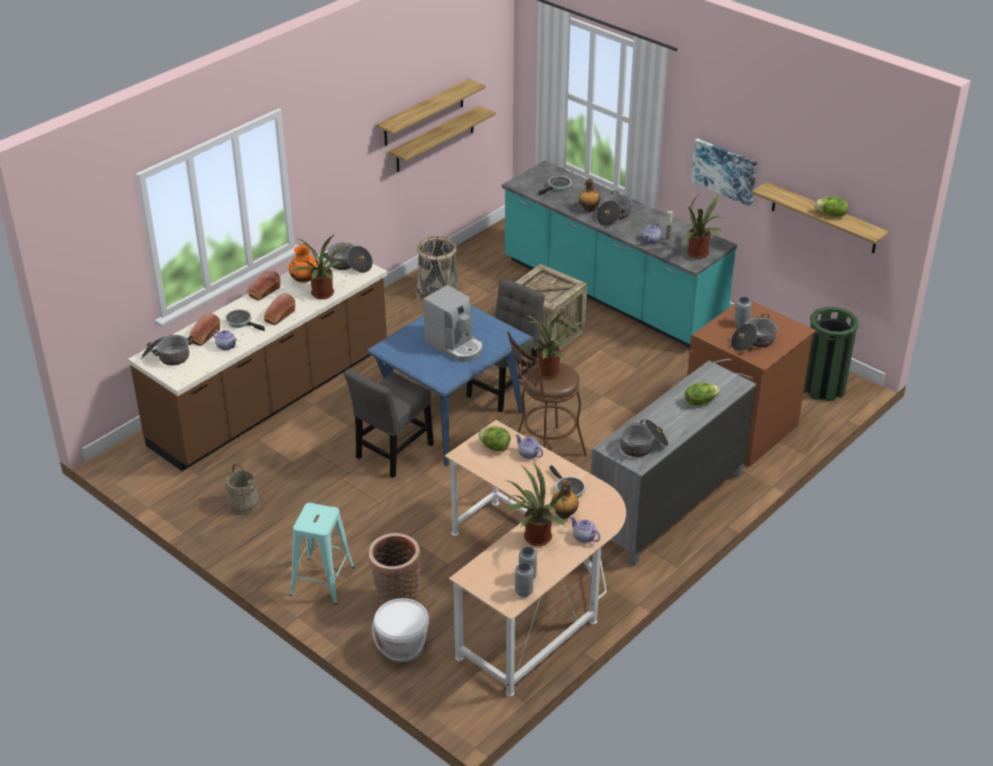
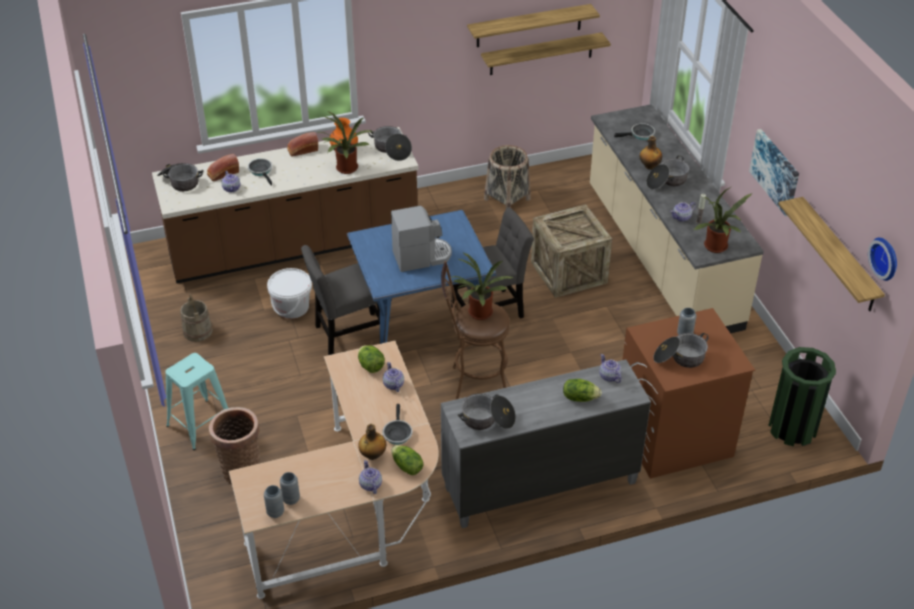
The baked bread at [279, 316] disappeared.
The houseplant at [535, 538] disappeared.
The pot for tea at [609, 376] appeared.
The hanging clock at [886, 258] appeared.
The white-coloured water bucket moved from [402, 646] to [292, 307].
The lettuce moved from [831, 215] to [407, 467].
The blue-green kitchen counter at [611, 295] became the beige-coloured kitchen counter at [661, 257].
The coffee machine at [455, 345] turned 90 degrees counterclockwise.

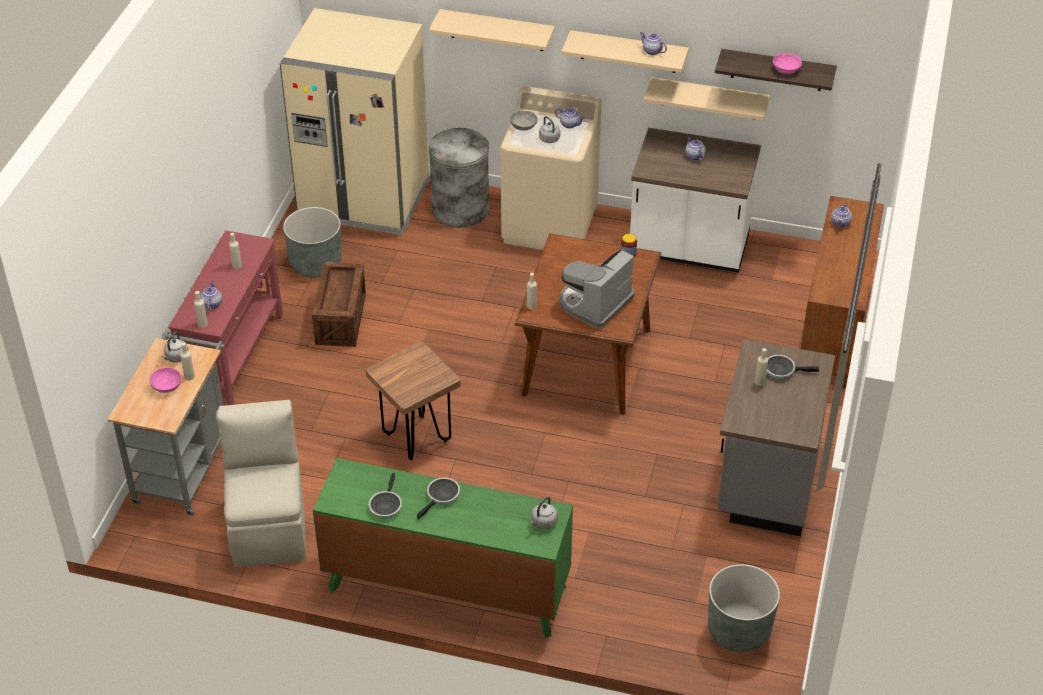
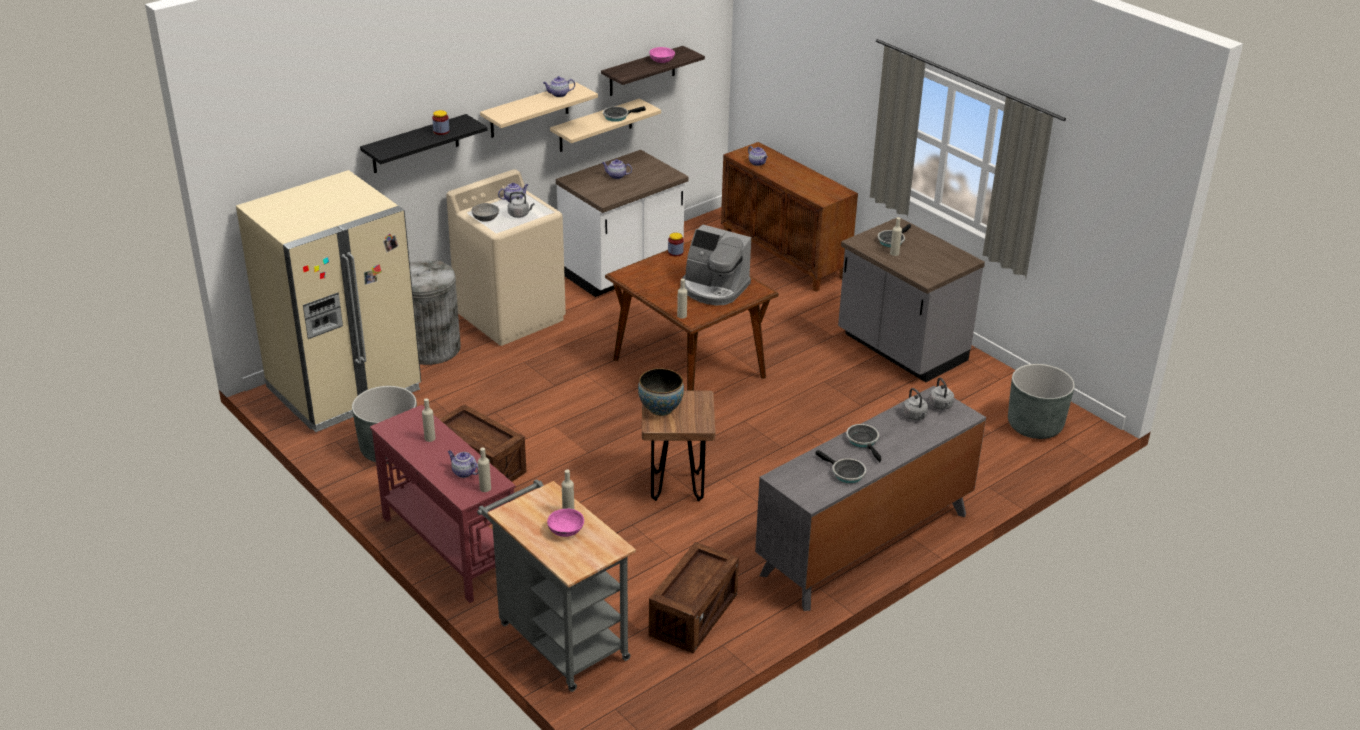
The jar at [441, 131] appeared.
The frying pan at [618, 116] appeared.
The deep dish at [660, 409] appeared.
The gray water kettle moved from [176, 357] to [915, 416].
The beige-coloured plain chair at [269, 526] was replaced by the crate at [693, 615].
The green-coloured chest of drawers at [446, 588] became the gray chest of drawers at [865, 544].
The beige-coloured wall shelf at [497, 30] became the black wall shelf at [415, 144].
The coffee machine at [594, 303] turned 45 degrees counterclockwise.

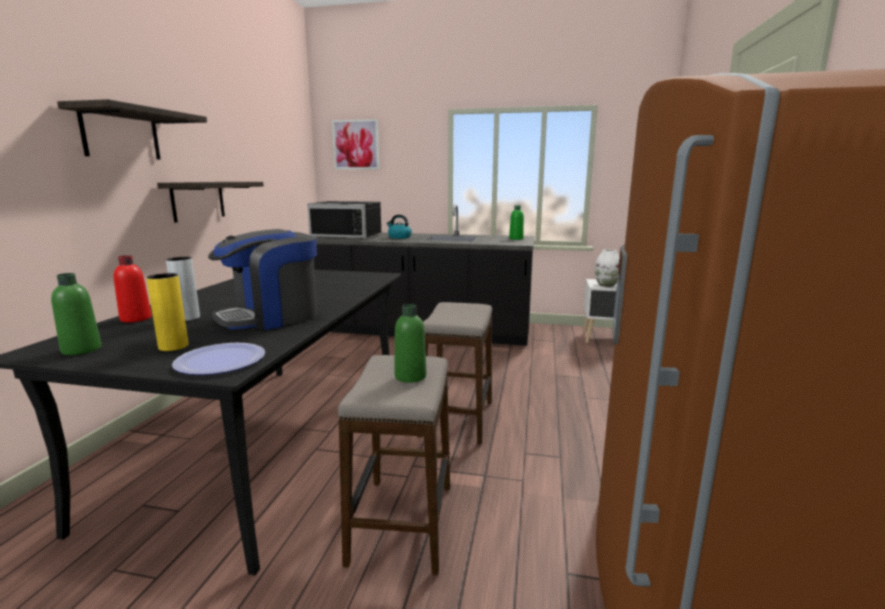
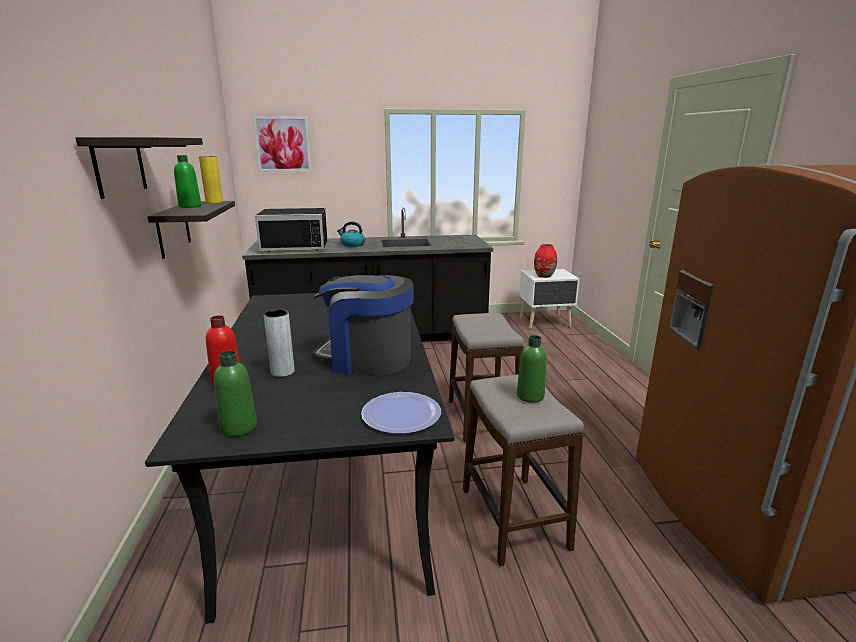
The yellowish decorative vase moved from [173, 346] to [214, 202].
The green-coloured bottle moved from [516, 238] to [190, 206].
The white-coloured decorative vase at [606, 285] became the reddish decorative vase at [544, 276].
The coffee machine at [271, 317] turned 75 degrees clockwise.

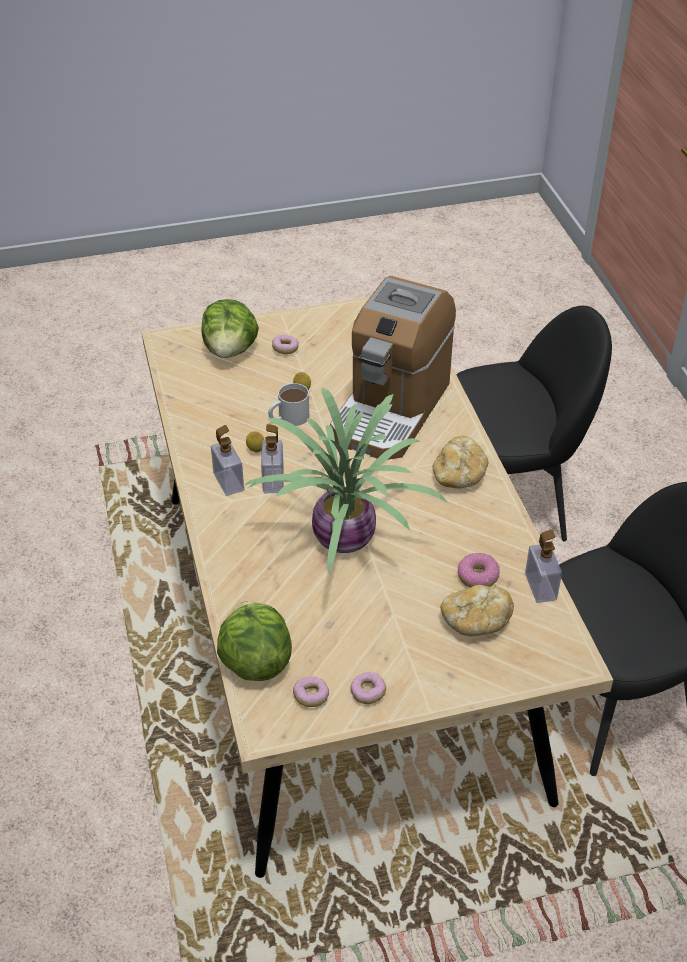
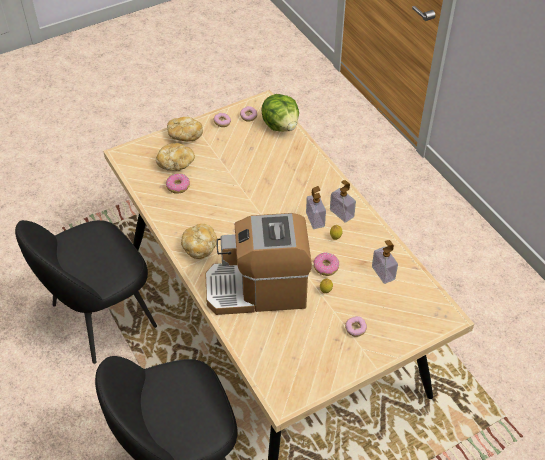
The lettuce at [230, 350] disappeared.
The houseplant at [342, 541] disappeared.
The baked bread at [184, 135] appeared.
The soap bottle moved from [540, 587] to [383, 273].
The white-coloured mug at [288, 418] was replaced by the ring doughnut at [326, 267].
The coffee machine at [390, 409] turned 105 degrees counterclockwise.

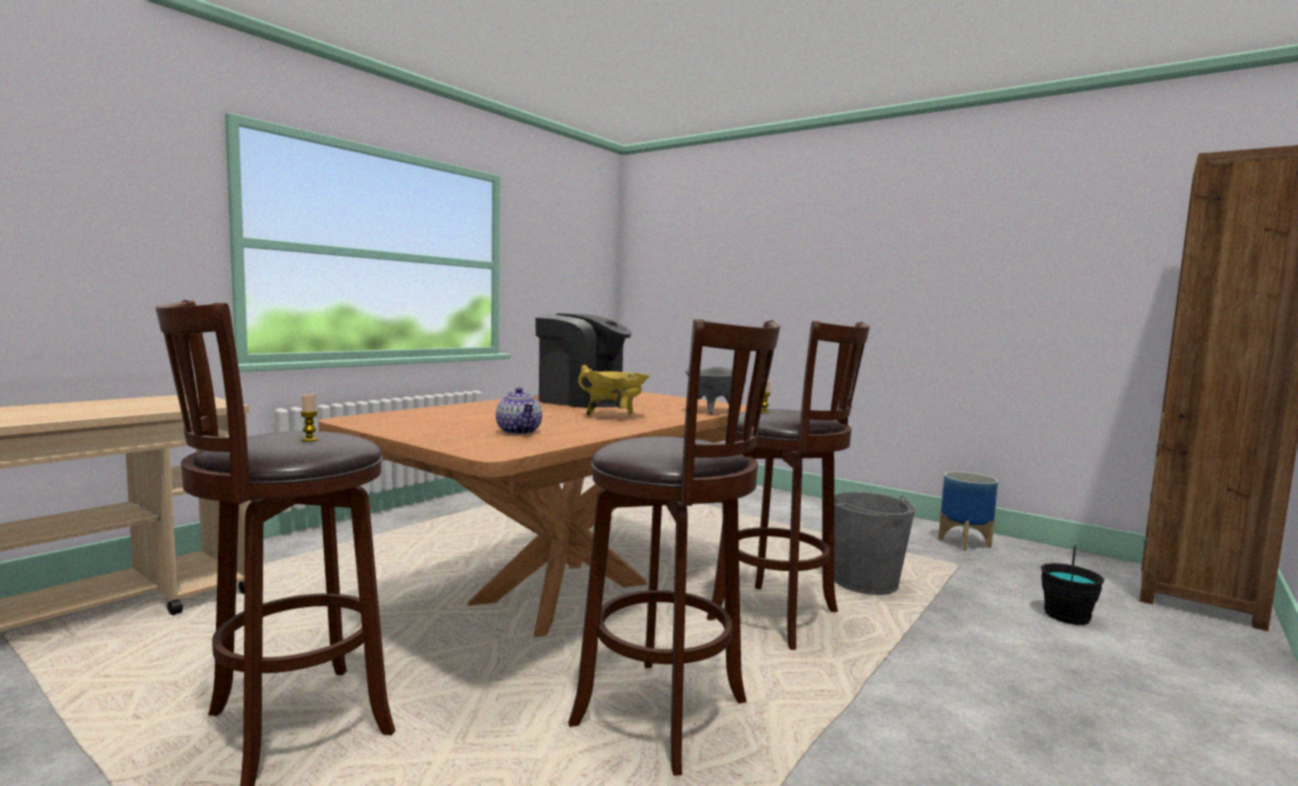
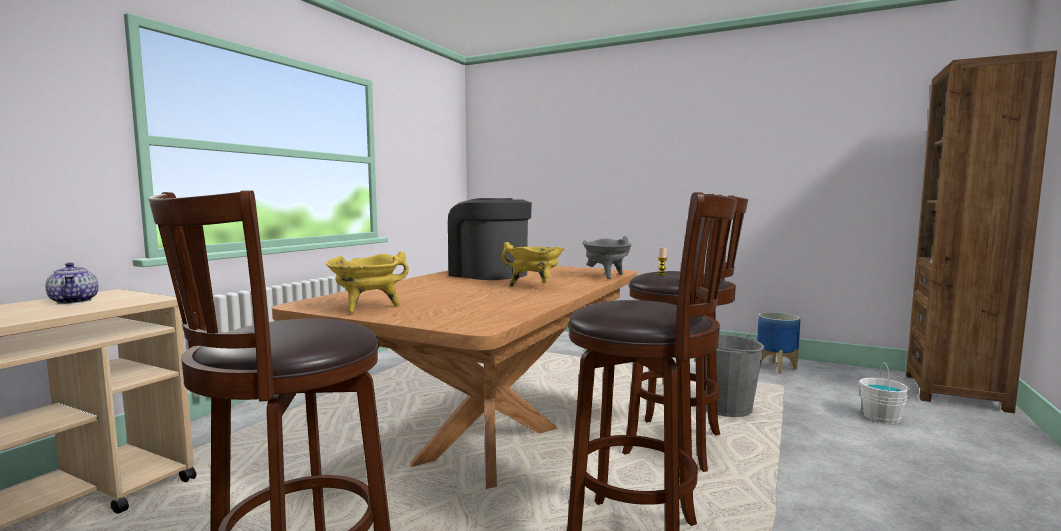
The wax candle at [309, 440] disappeared.
The yellowish stockpot at [367, 308] appeared.
The pot for tea moved from [519, 431] to [75, 301].
The black water bucket at [1067, 616] became the white-coloured water bucket at [882, 417].
The coffee machine at [583, 401] turned 150 degrees counterclockwise.

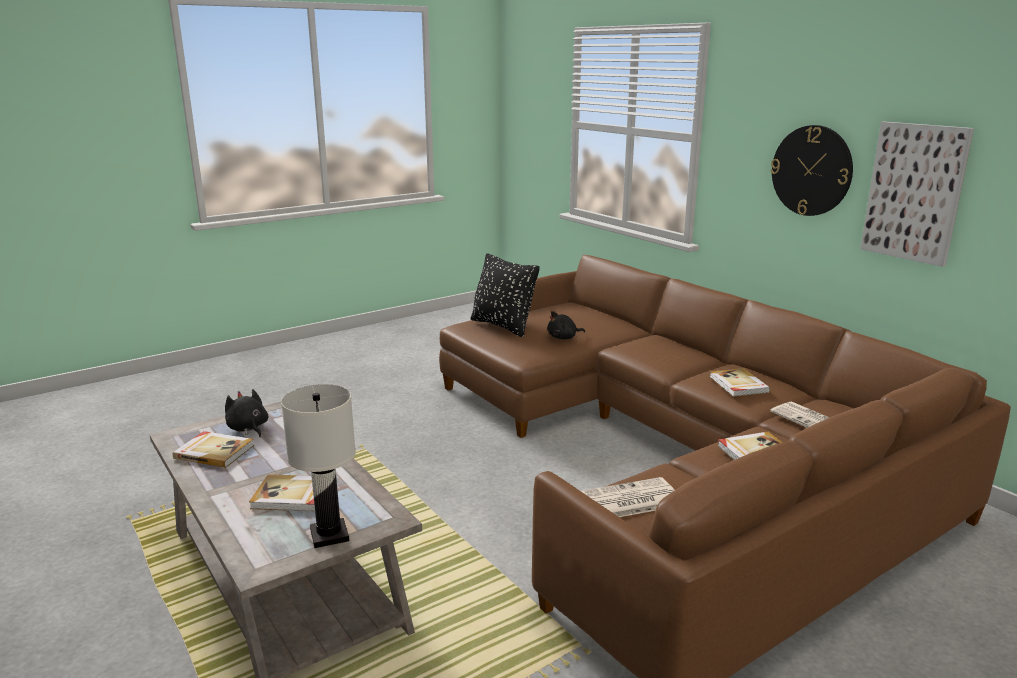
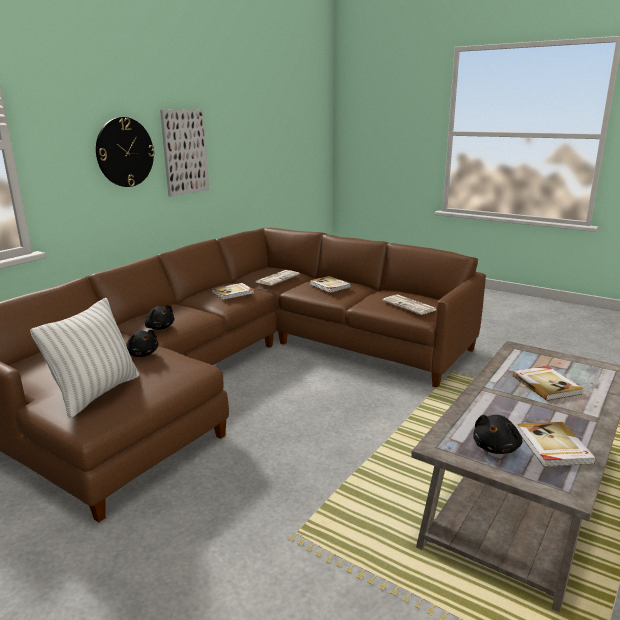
The white-coloured tabletop lamp at [330, 535] disappeared.
The black plush toy at [160, 327] appeared.
The black pillow at [503, 326] became the white-coloured pillow at [97, 393].

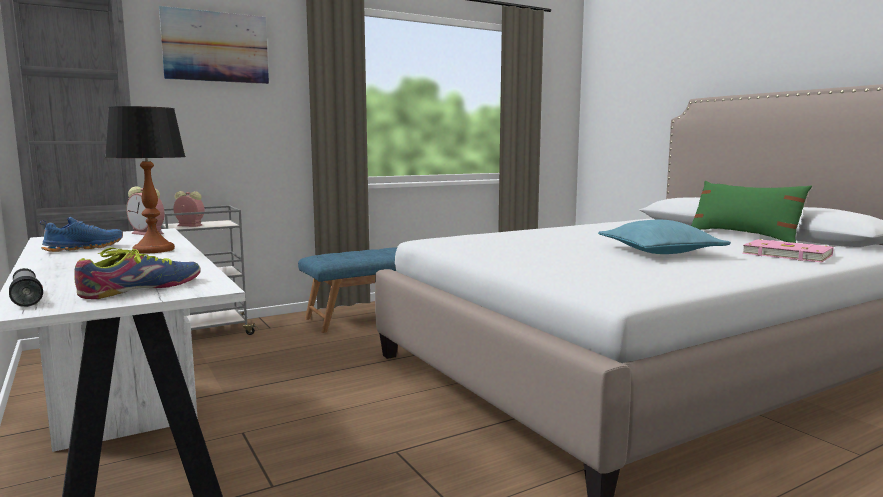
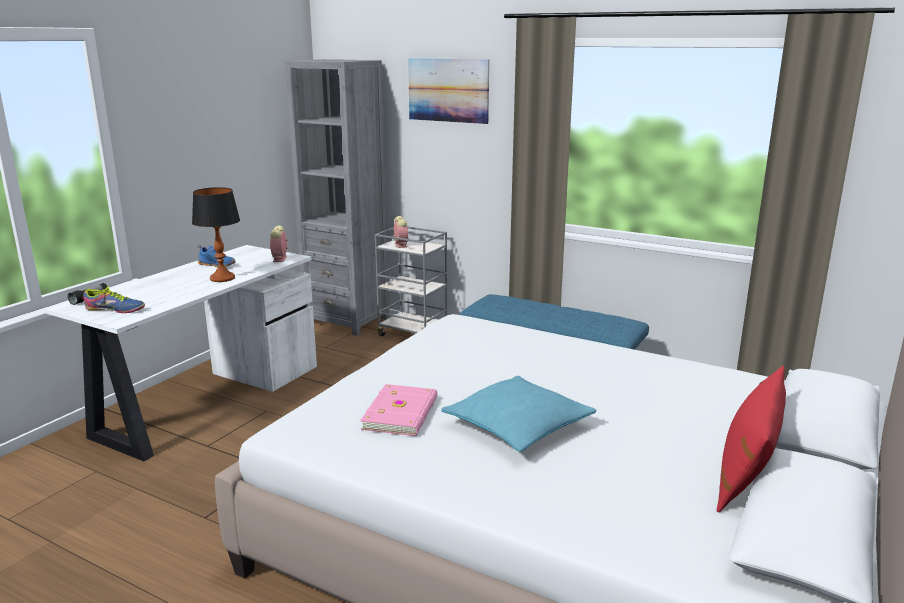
The pink-coloured bound book moved from [786, 254] to [402, 413].
The green-coloured pillow at [743, 236] became the reddish pillow at [747, 469].

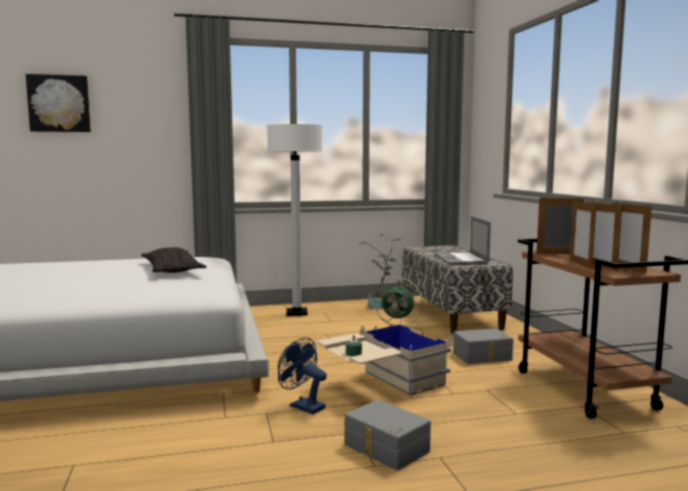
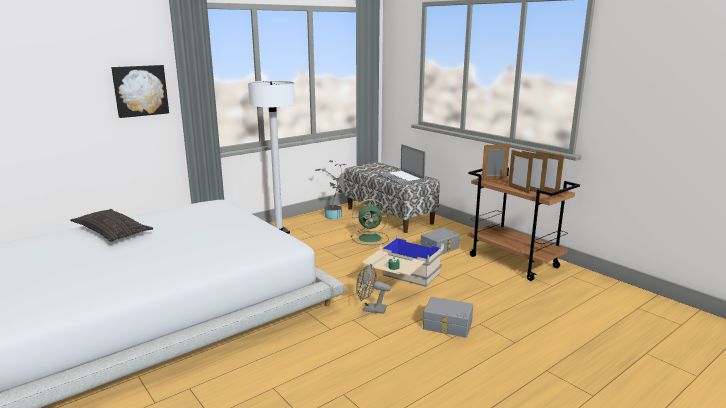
The wall art moved from [59, 103] to [140, 90].
The pillow moved from [172, 269] to [111, 231].
The blue-coloured fan at [302, 406] became the gray fan at [370, 309].

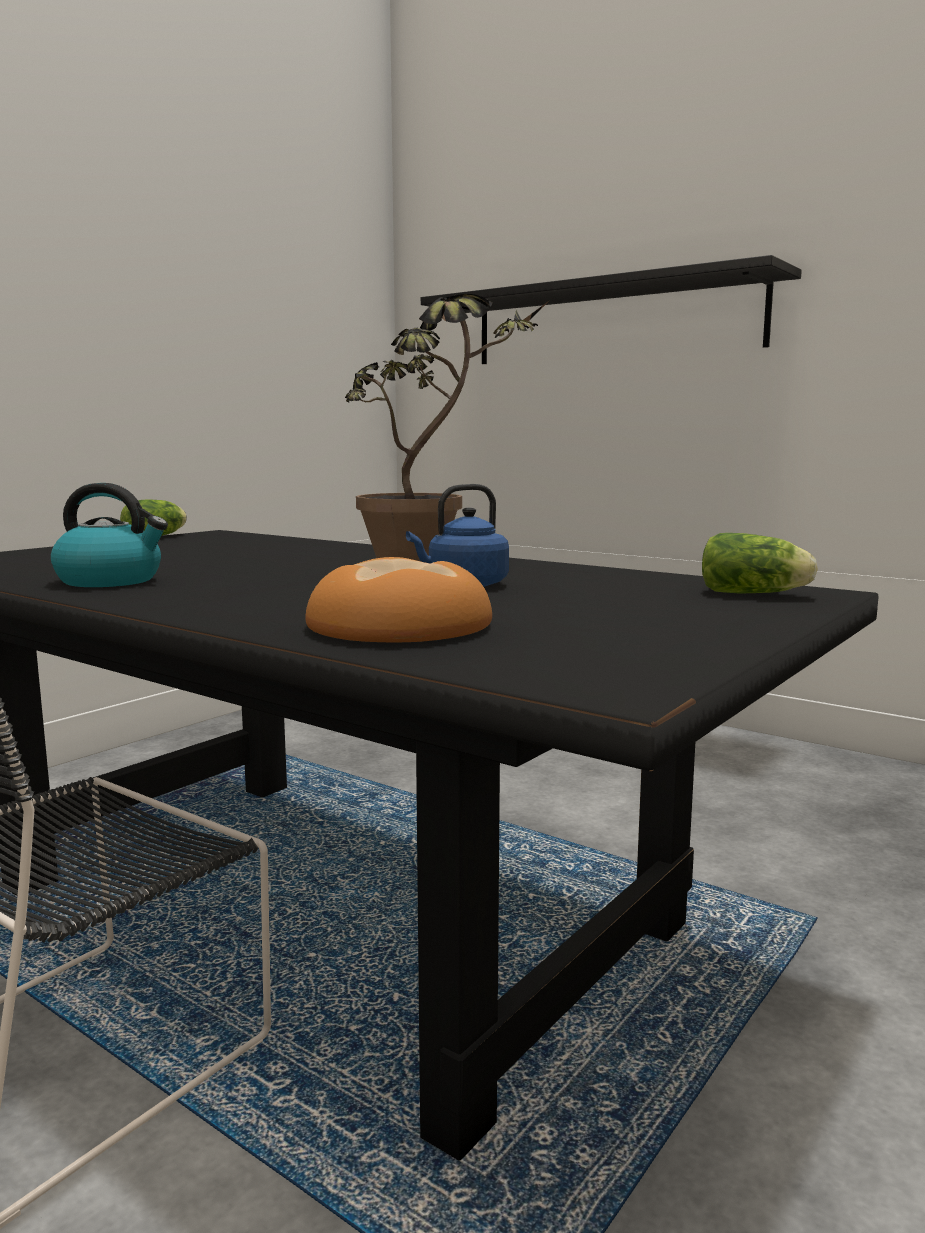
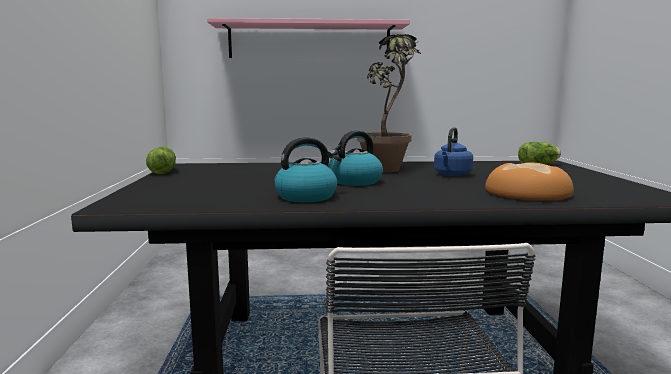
The water kettle at [355, 182] appeared.
The black wall shelf at [612, 323] became the pink-coloured wall shelf at [309, 41].

